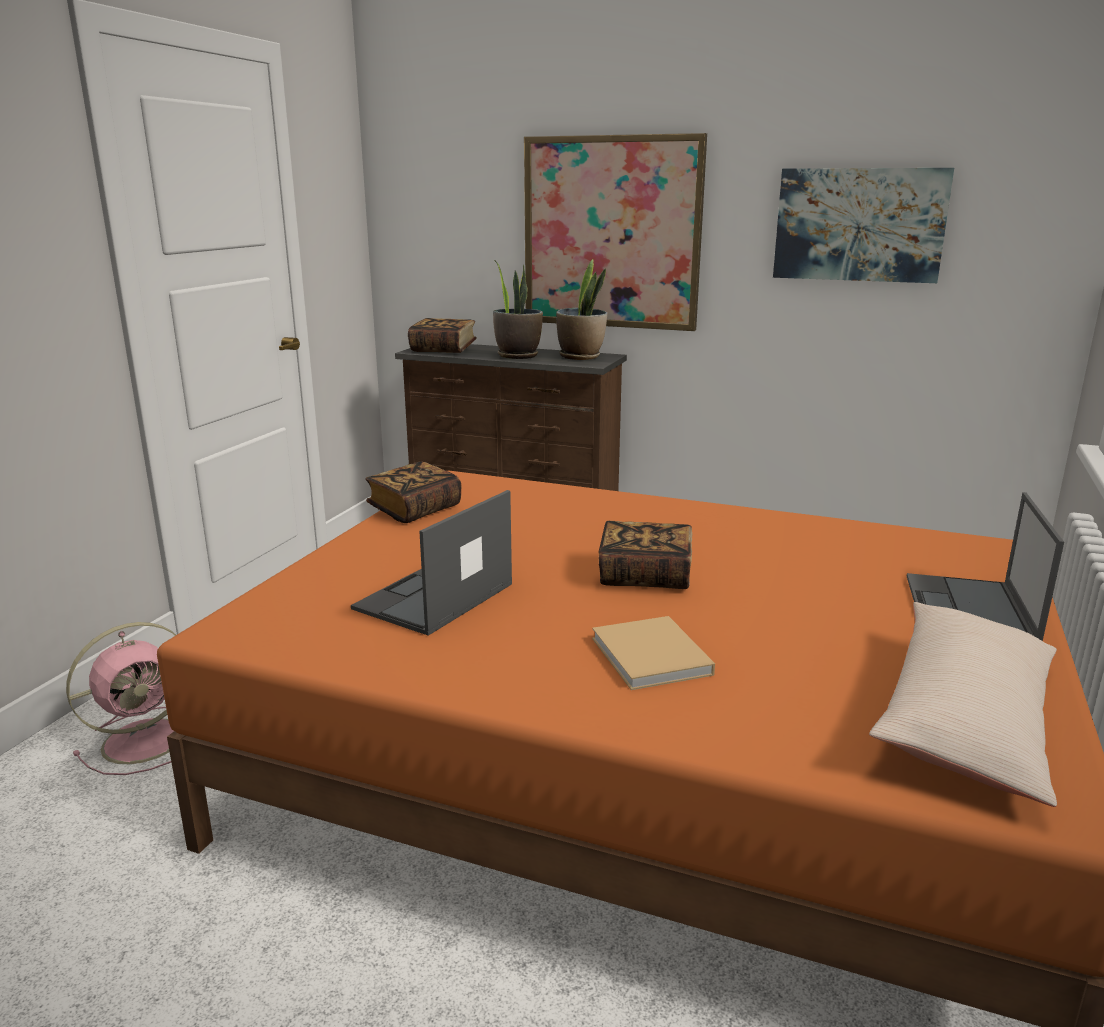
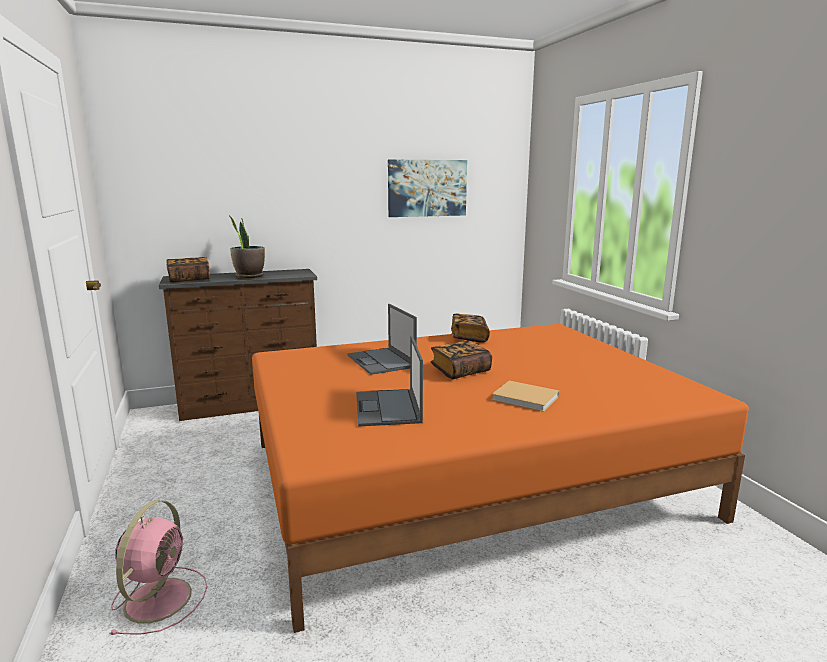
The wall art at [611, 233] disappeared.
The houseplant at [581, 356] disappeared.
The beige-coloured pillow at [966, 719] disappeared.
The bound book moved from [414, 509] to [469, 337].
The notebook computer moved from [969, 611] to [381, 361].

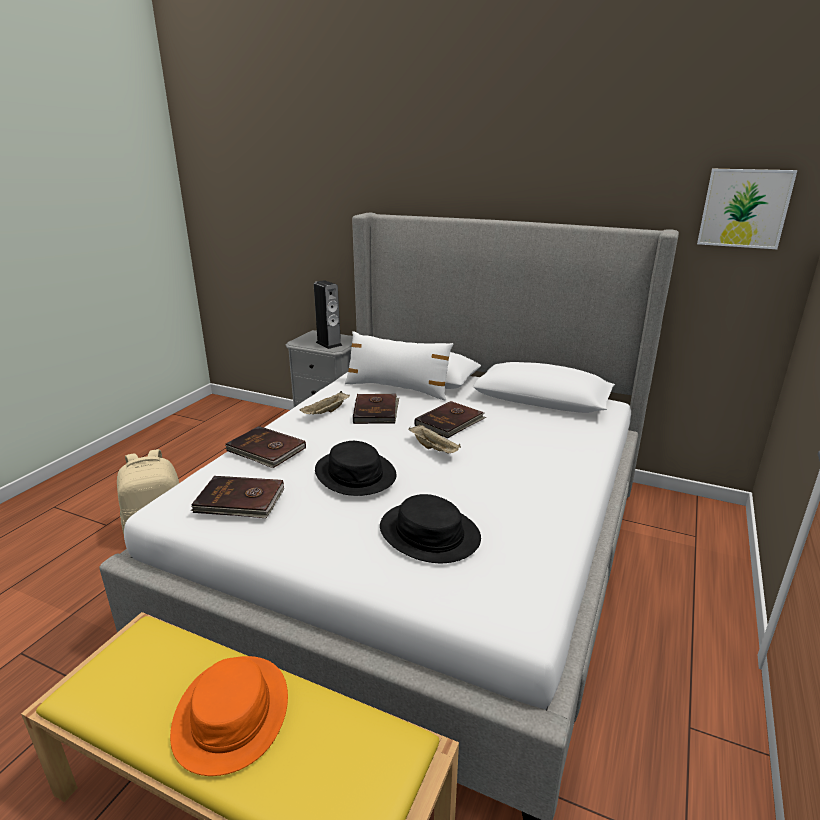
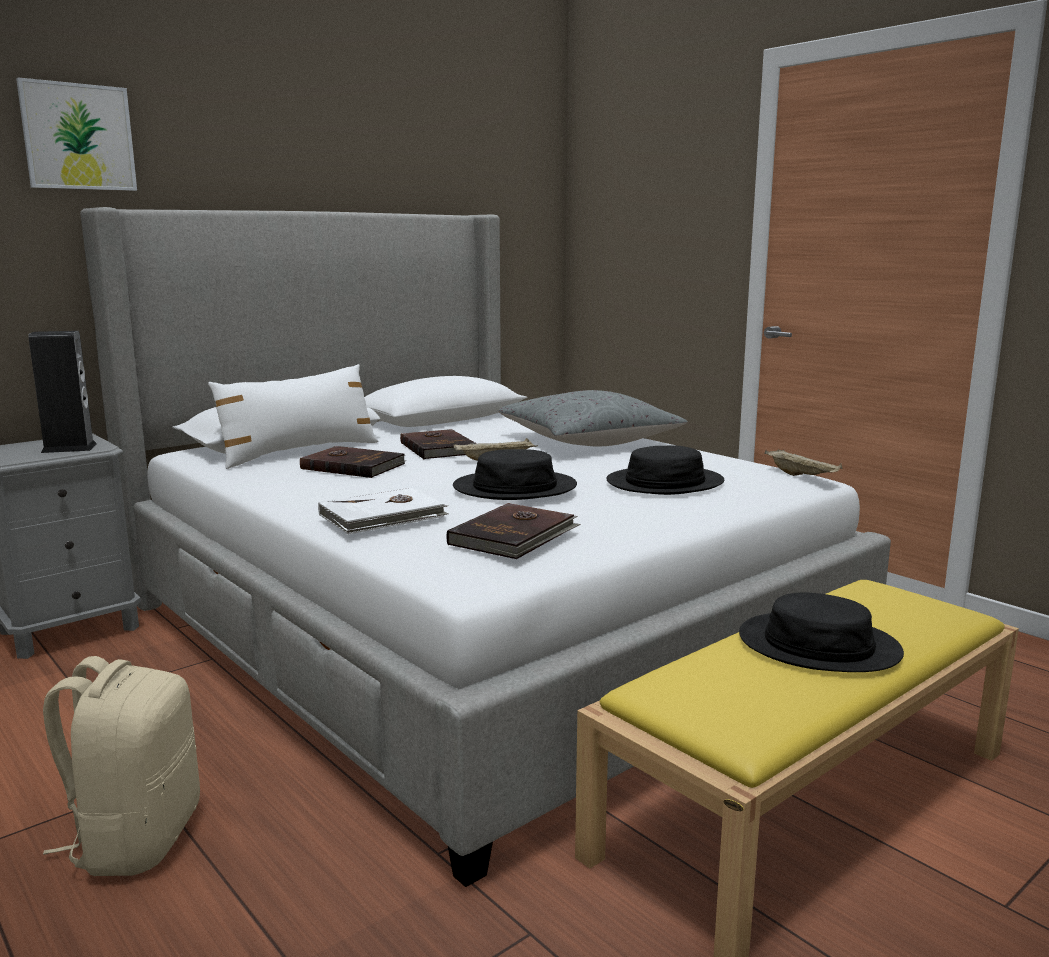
The gray pillow at [589, 441] appeared.
The beige-coloured tray moved from [326, 412] to [802, 476].
The wall art moved from [744, 208] to [78, 137].
The orangey wearable hat at [232, 713] became the black wearable hat at [818, 645].
The brown-coloured bound book at [266, 450] became the white-coloured bound book at [383, 516].

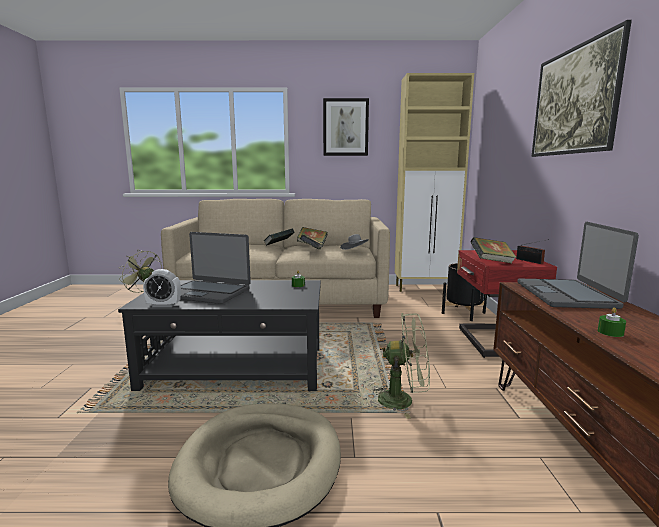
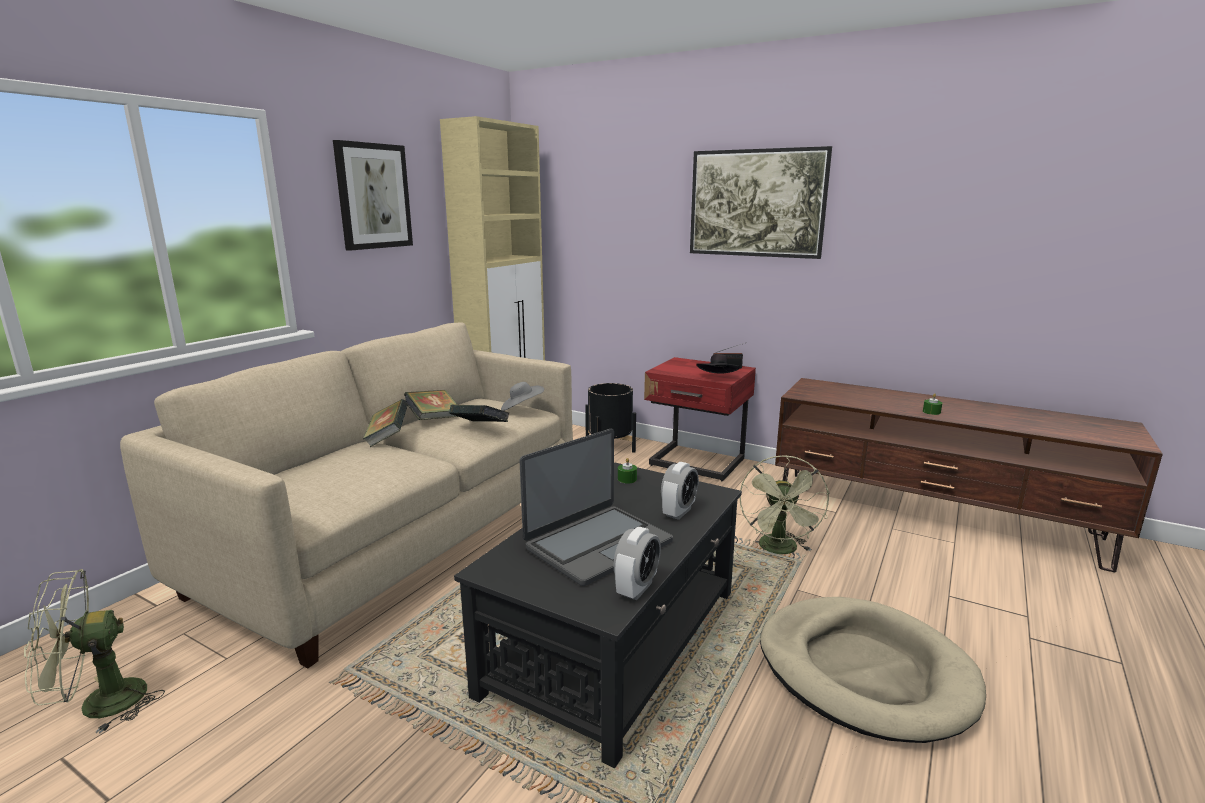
The notebook computer at [567, 295] disappeared.
The alarm clock at [678, 512] appeared.
The bound book at [491, 262] was replaced by the black wearable hat at [717, 378].
The green-coloured fan at [403, 400] turned 150 degrees clockwise.

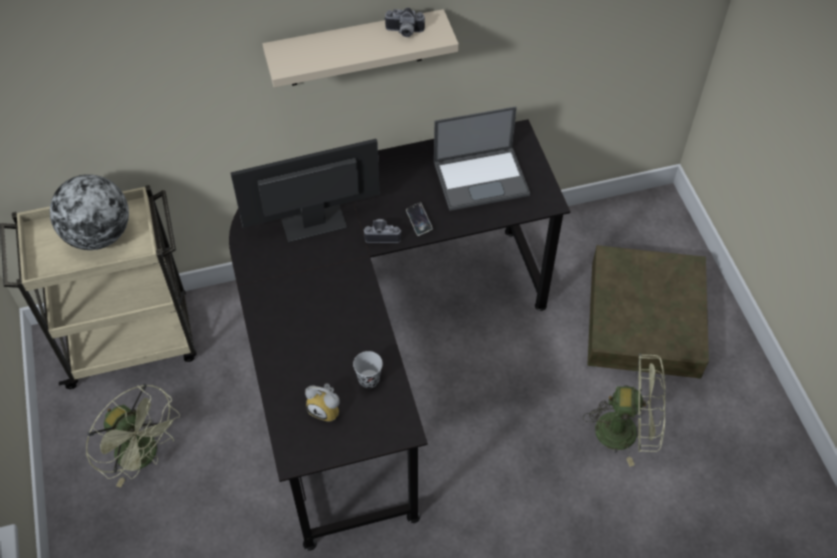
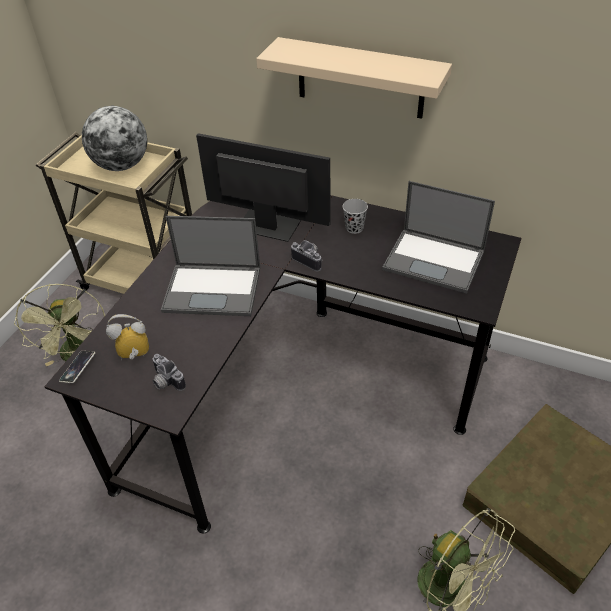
The notebook computer at [214, 289] appeared.
The black cup moved from [369, 379] to [354, 228].
The still camera moved from [404, 32] to [165, 382].
The handset moved from [419, 220] to [78, 368].
The alarm clock at [327, 409] turned 105 degrees clockwise.

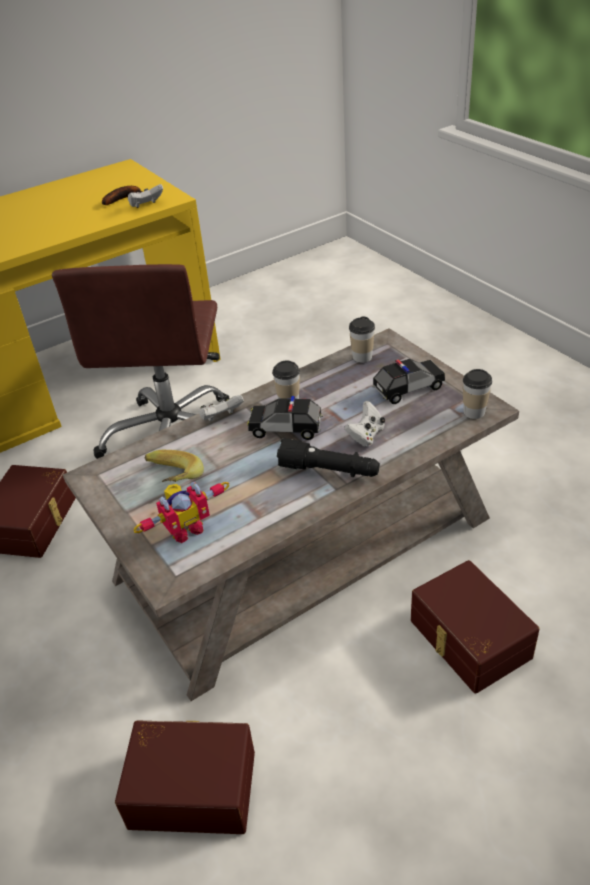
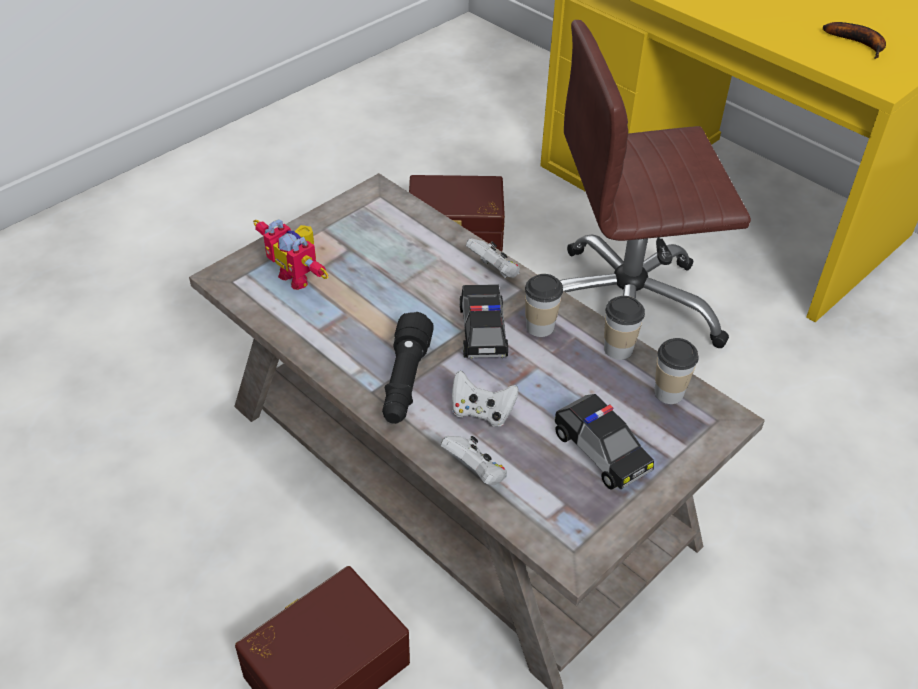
The brown-coloured storage box at [192, 785] disappeared.
The banana fruit at [170, 482] disappeared.
The white-coloured game controller moved from [146, 205] to [476, 472].
The cup moved from [474, 412] to [618, 349].

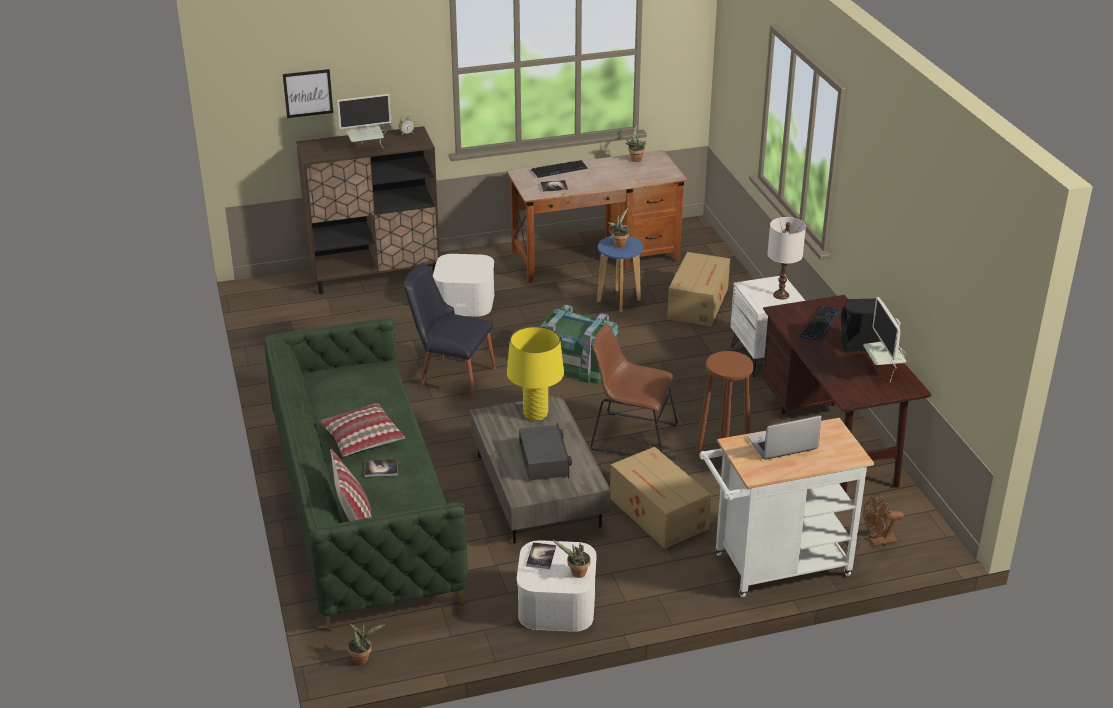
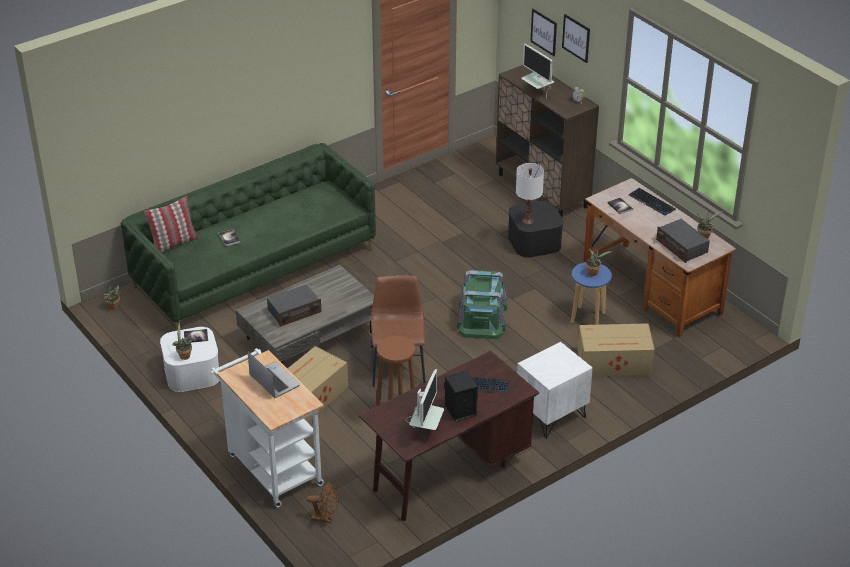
The pillow at [361, 438] disappeared.
The black plain chair at [451, 375] disappeared.
The yellowish tabletop lamp at [535, 414] disappeared.
The wall art at [576, 38] appeared.
The radio receiver at [681, 246] appeared.
The white-coloured tabletop lamp moved from [781, 295] to [527, 221].
The white-coloured storage box at [465, 301] became the black storage box at [534, 241].
The monitor at [883, 371] turned 135 degrees clockwise.
The brown-coloured fan at [878, 541] turned 135 degrees clockwise.

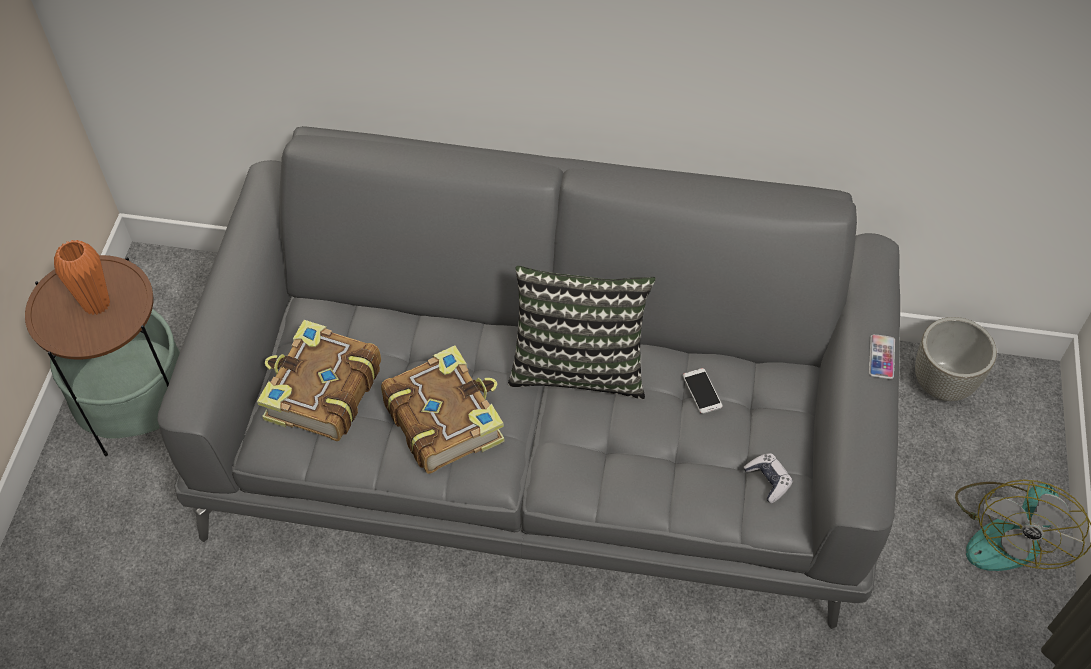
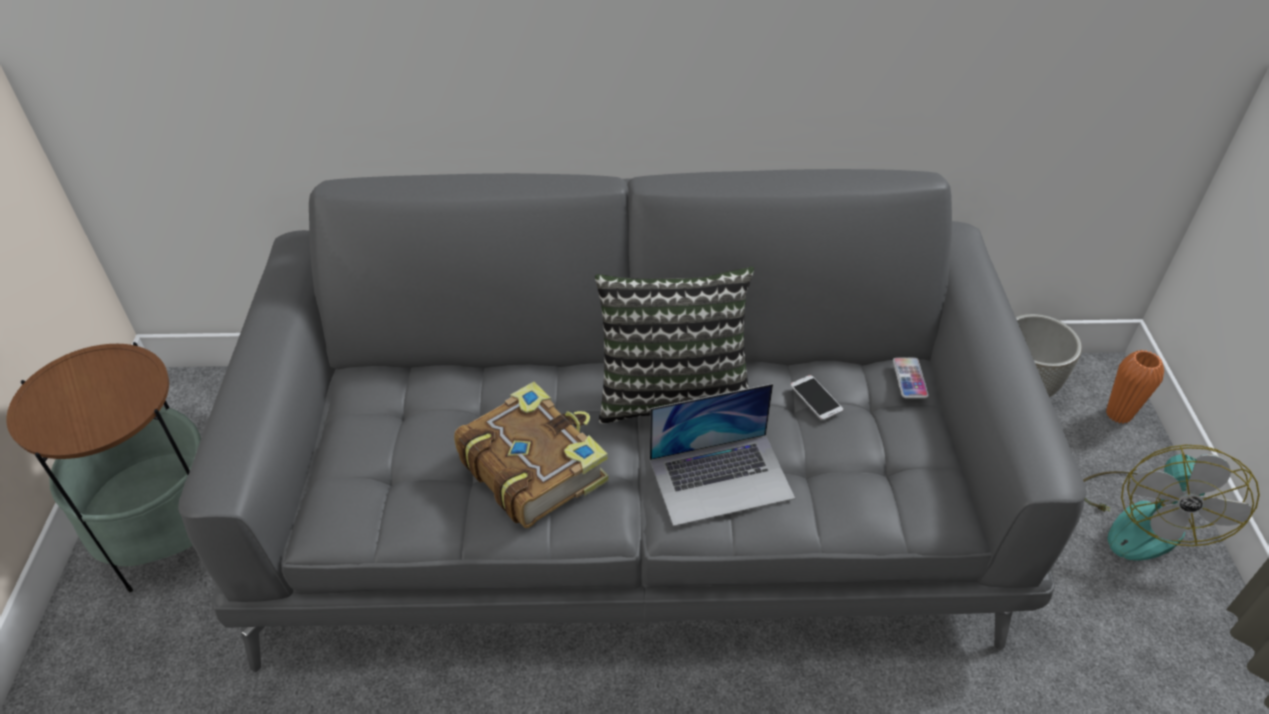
The bound book at [321, 392] disappeared.
The game controller at [768, 480] disappeared.
The notebook computer at [721, 478] appeared.
The orangey decorative vase moved from [96, 304] to [1118, 414].
The handset moved from [881, 357] to [909, 378].

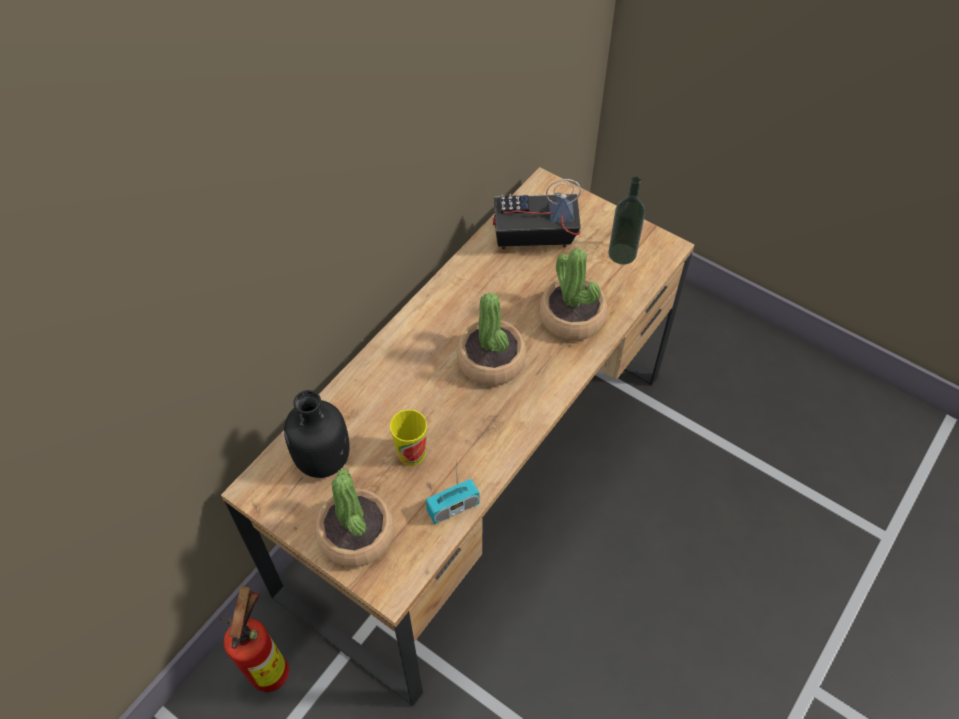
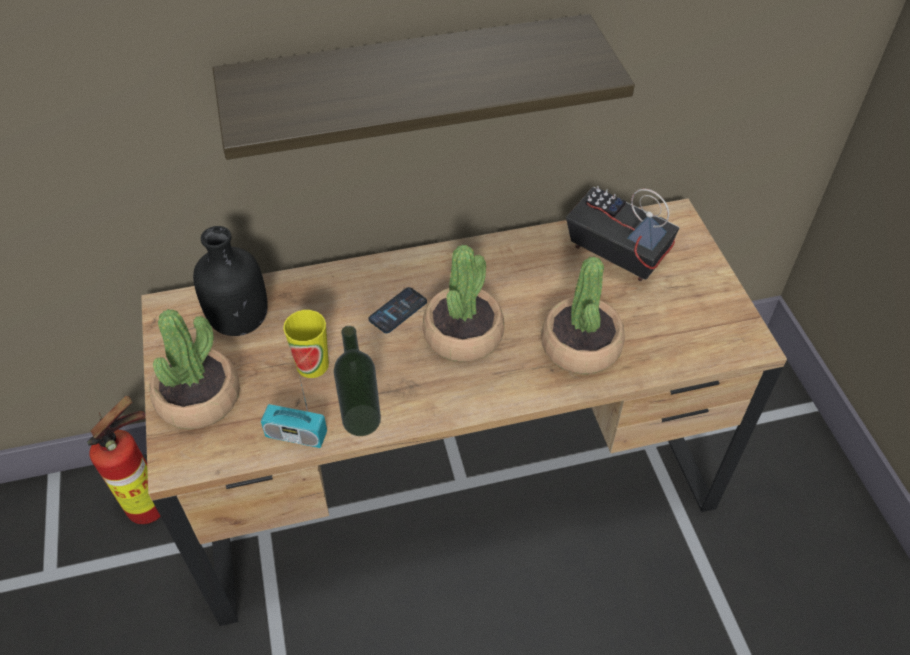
The wall shelf at [409, 84] appeared.
The handset at [398, 311] appeared.
The bottle moved from [622, 254] to [361, 420].

